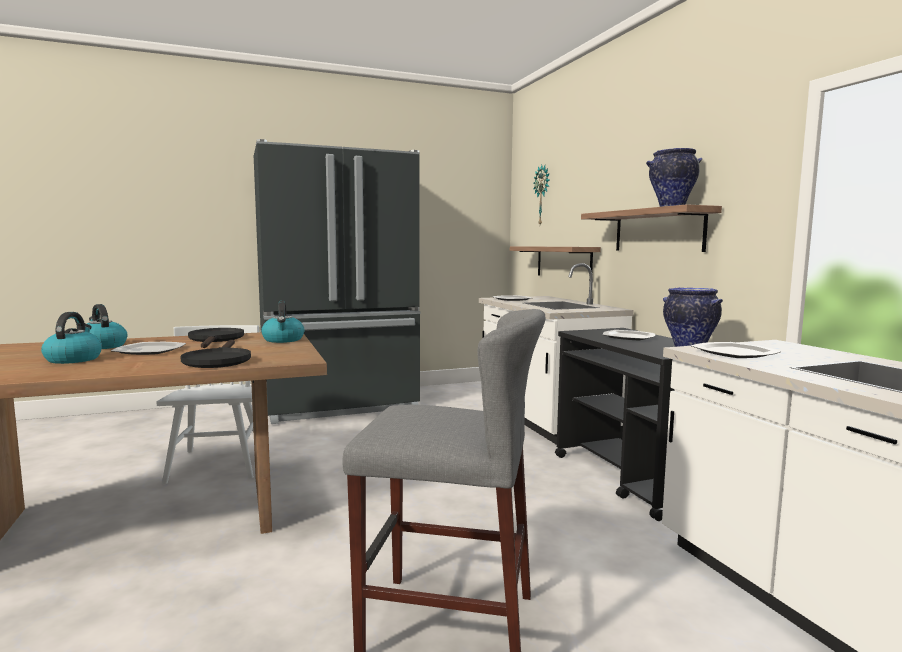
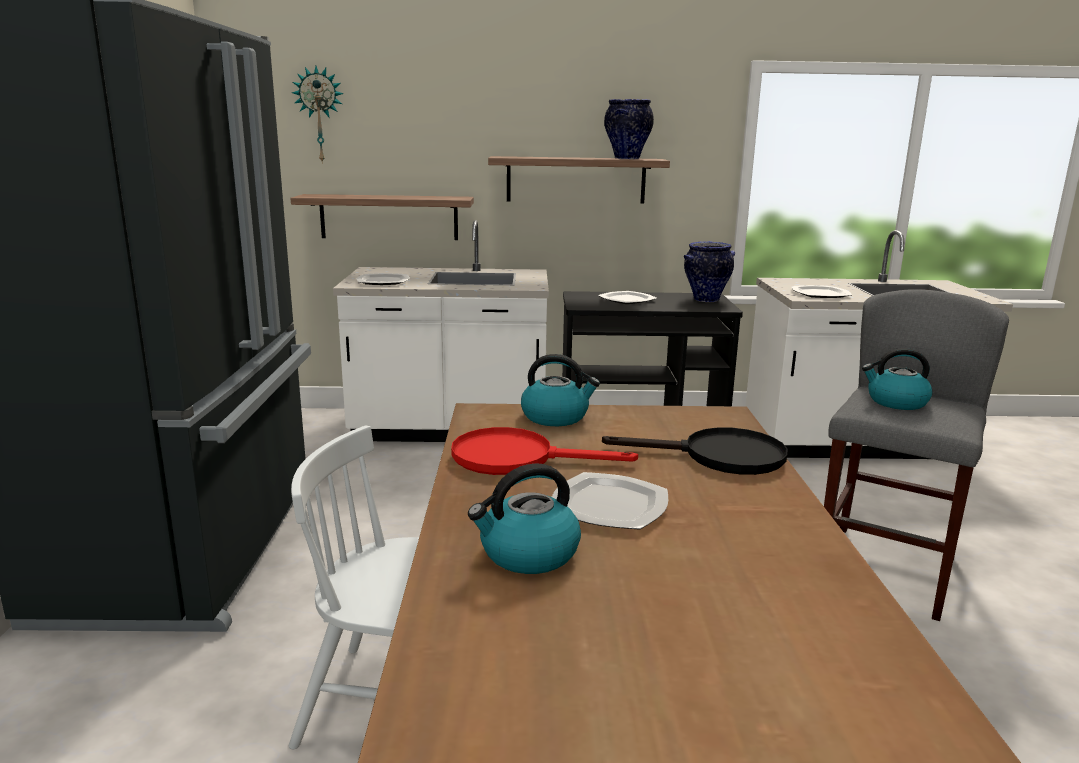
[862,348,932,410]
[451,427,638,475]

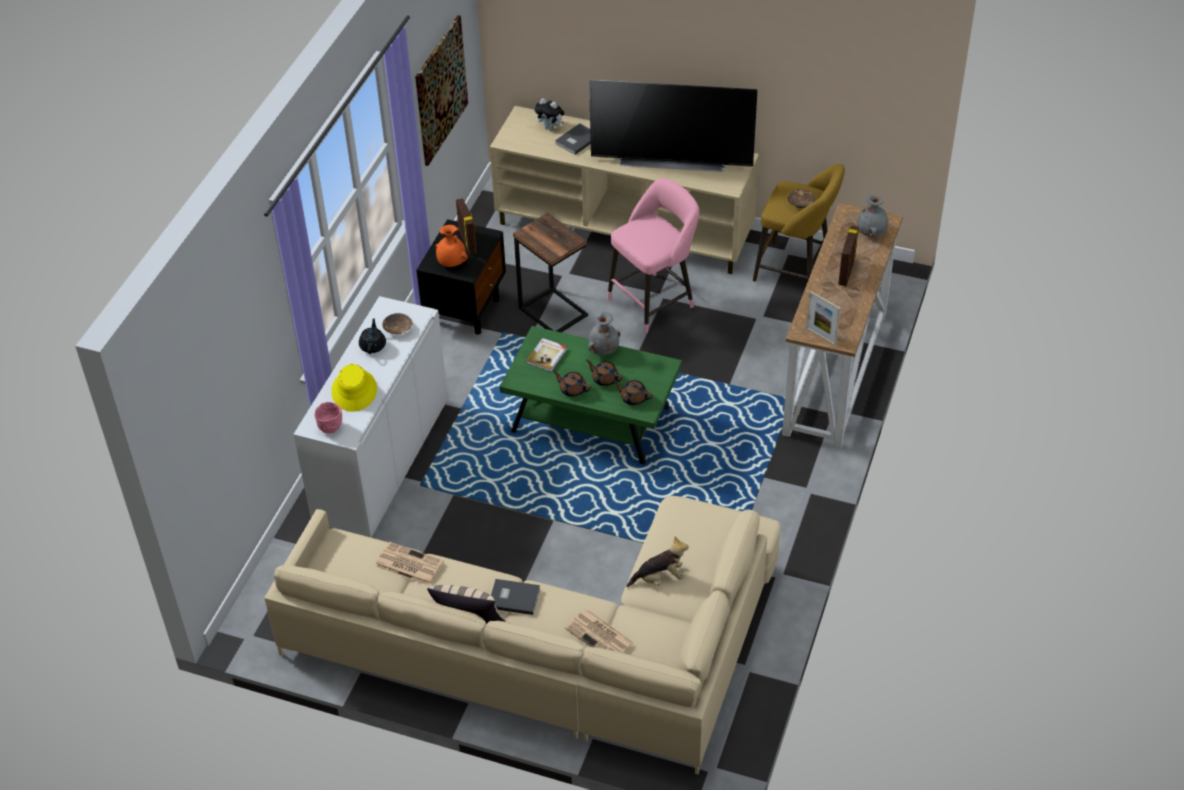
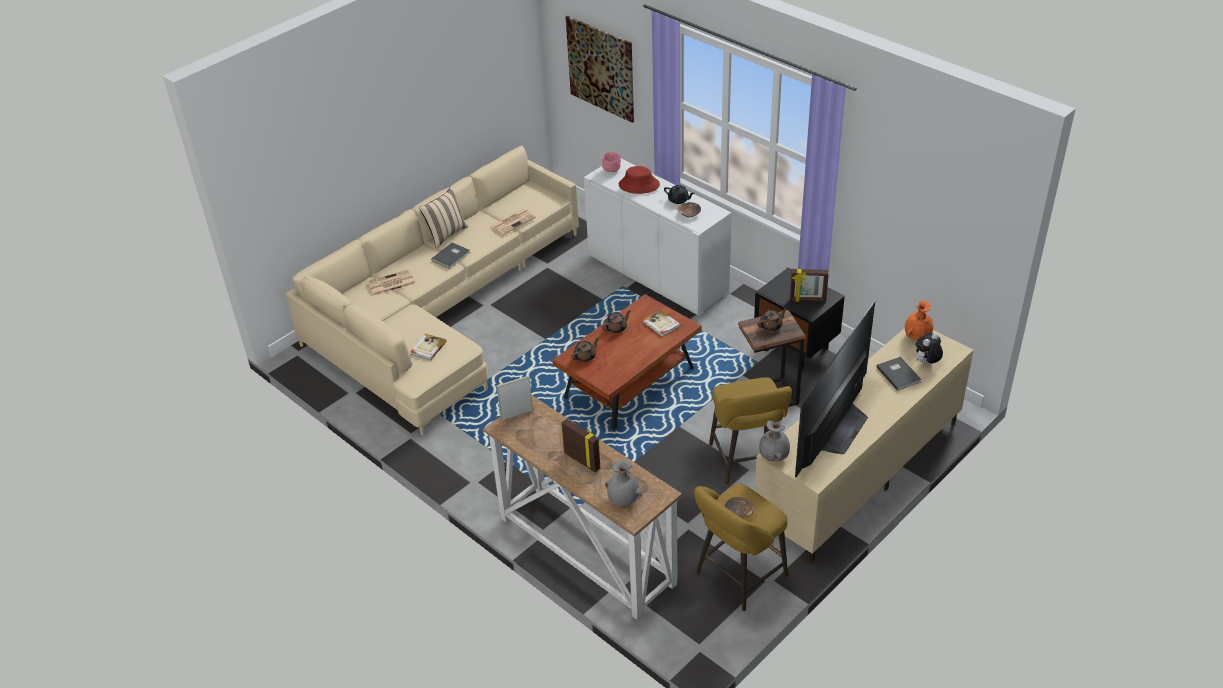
[619,166,660,194]
[566,16,634,123]
[905,301,933,340]
[552,294,702,430]
[757,307,787,331]
[759,420,790,462]
[709,377,792,485]
[626,536,689,587] (first image)
[410,333,447,360]

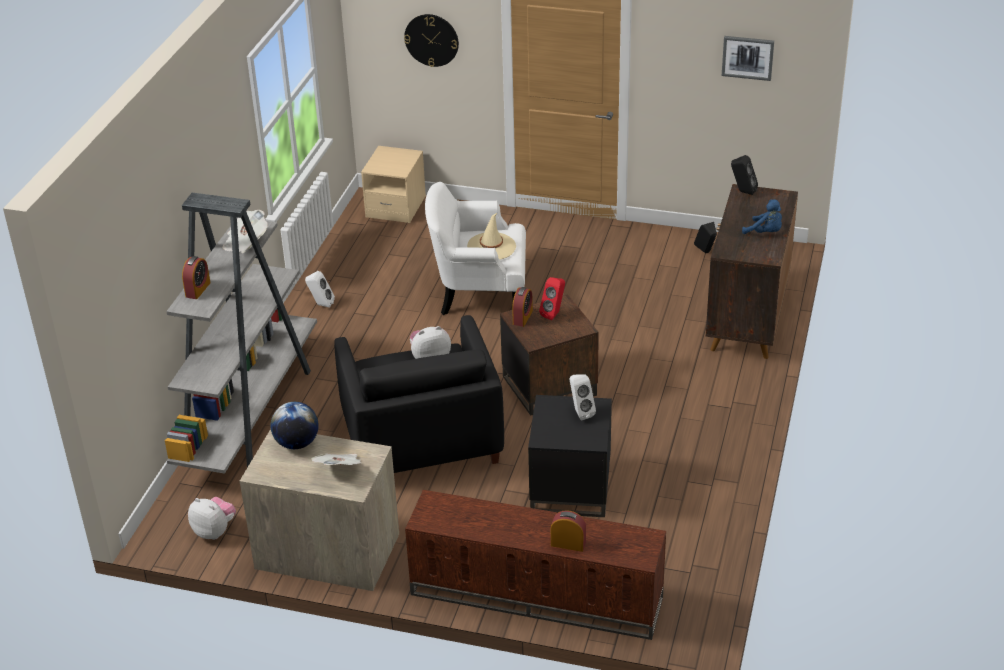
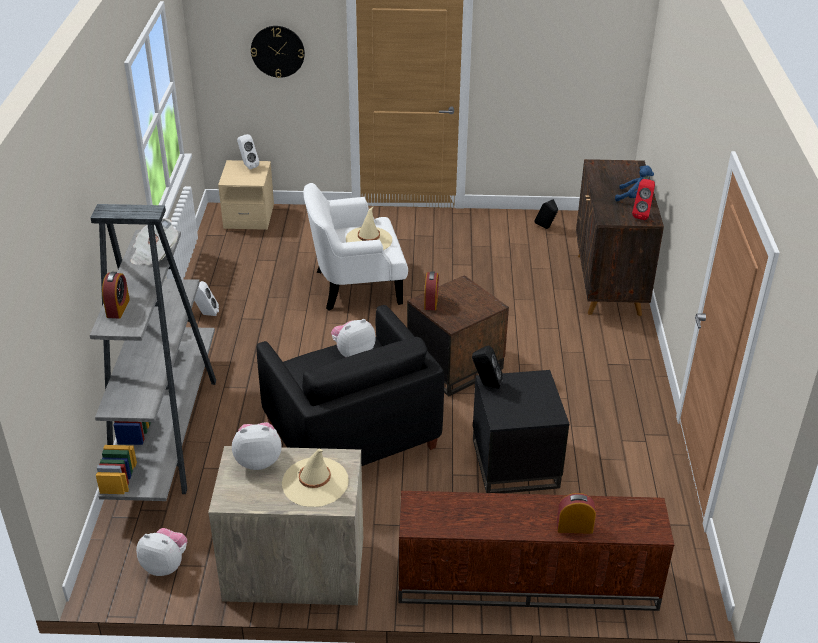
[232,422,282,470]
[282,449,348,507]
[632,179,655,220]
[237,134,259,169]
[722,36,774,81] (first image)
[472,345,503,389]

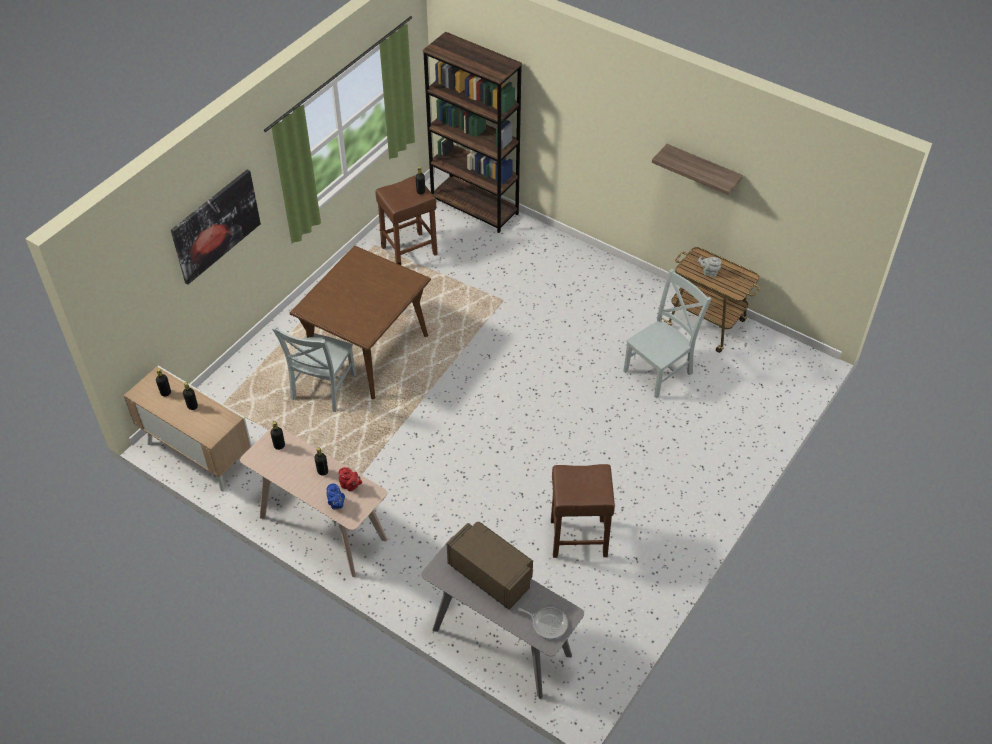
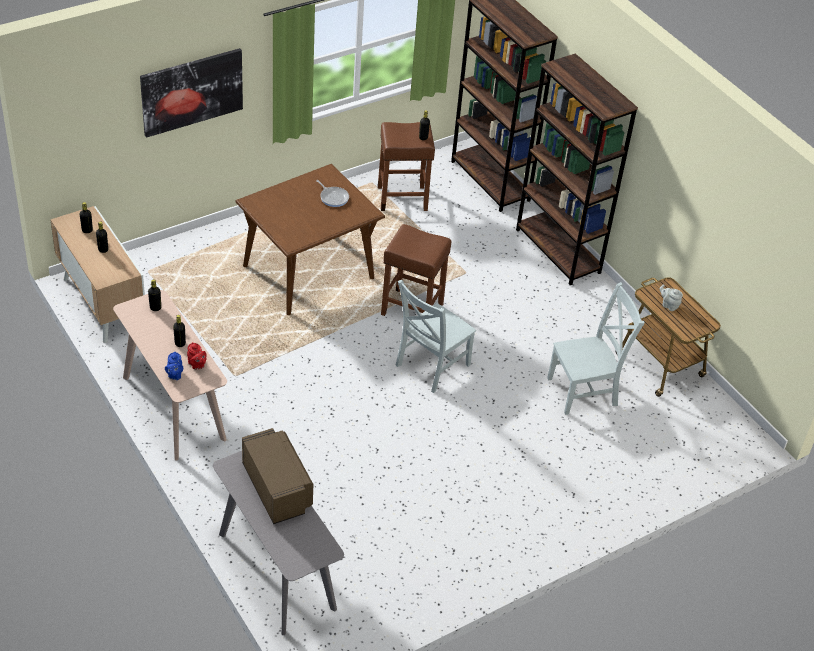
[396,280,476,393]
[316,180,349,207]
[381,224,451,316]
[652,144,743,195] (first image)
[516,53,638,285]

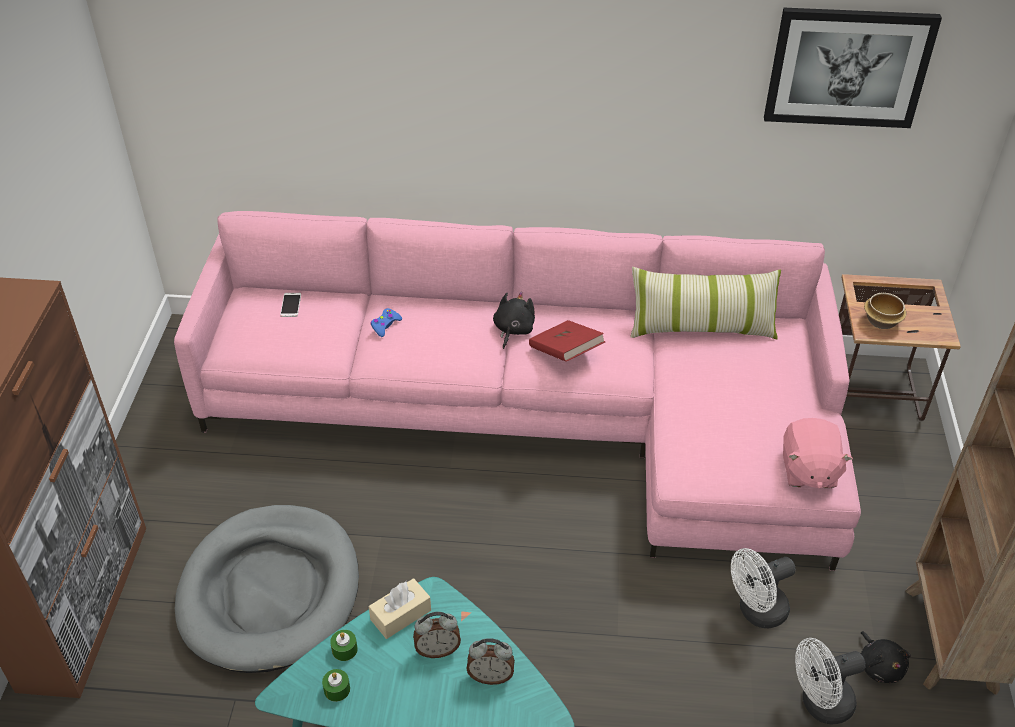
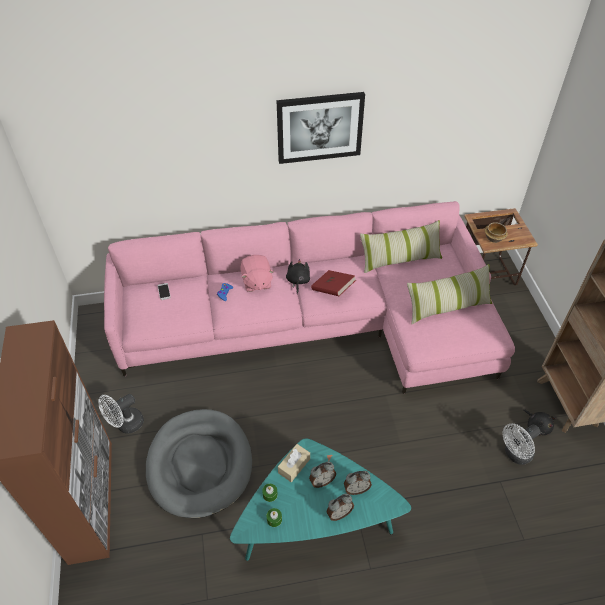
[98,394,144,434]
[277,92,365,164]
[240,255,274,292]
[326,493,354,521]
[407,264,492,324]

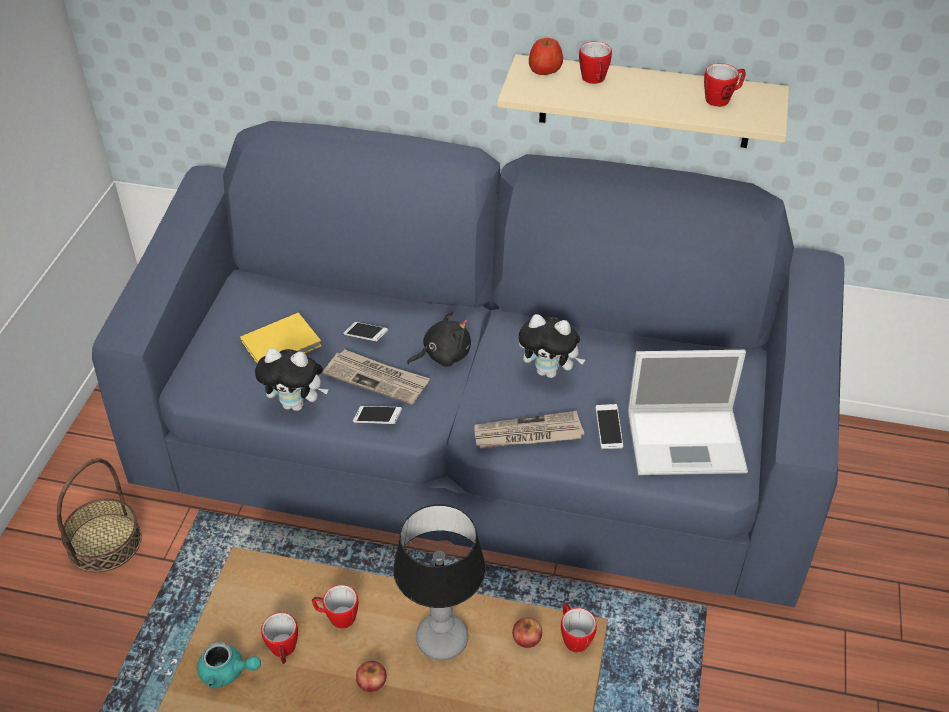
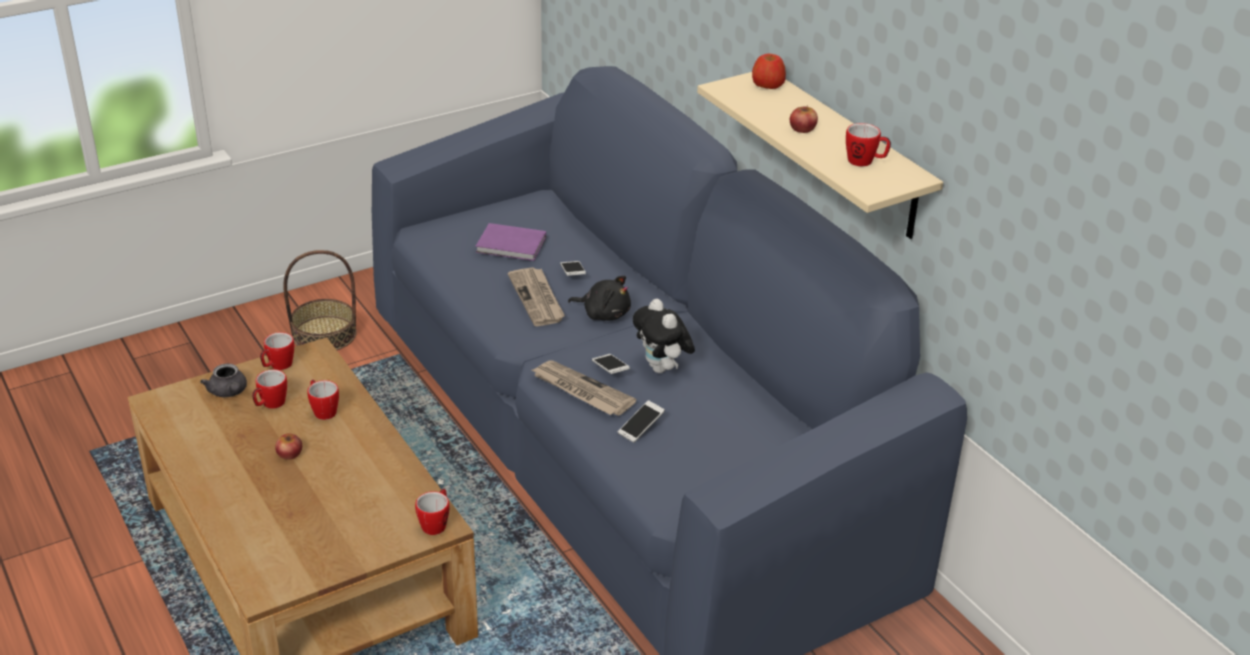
[200,363,247,397]
[476,223,546,261]
[255,348,328,411] (first image)
[592,354,630,374]
[393,504,486,660] (first image)
[790,105,818,133]
[260,332,294,370]
[628,350,748,475] (first image)

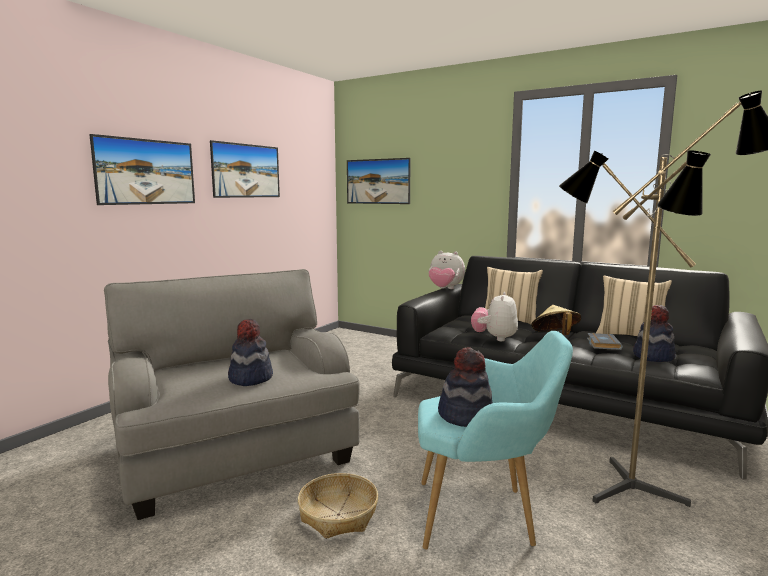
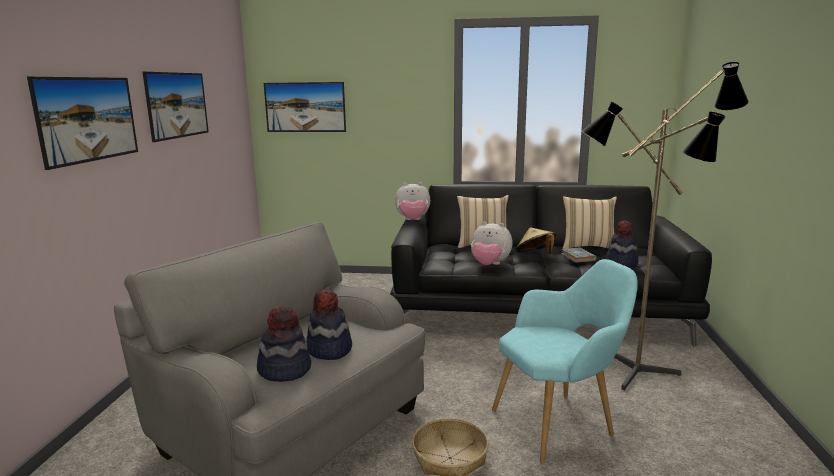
[257,305,311,382]
[471,221,513,265]

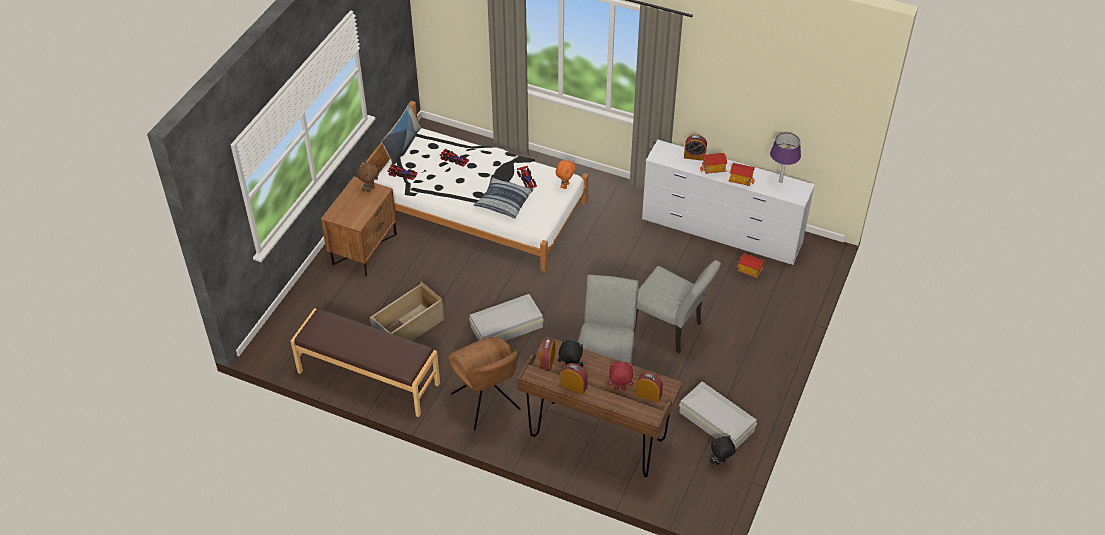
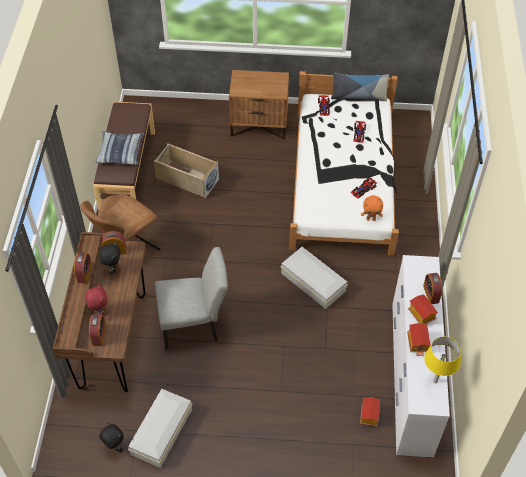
[357,163,379,192] (first image)
[281,247,348,309]
[95,131,144,165]
[634,260,721,353] (first image)
[424,337,461,383]

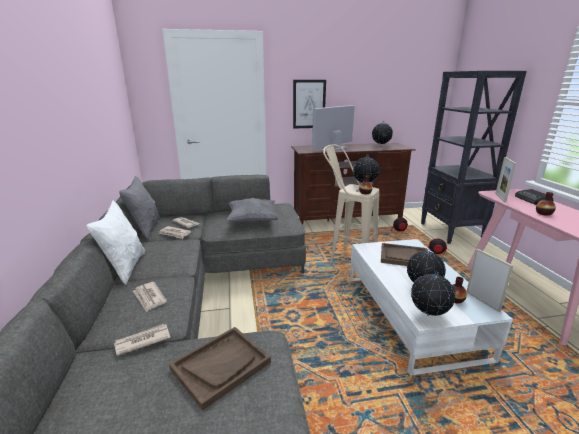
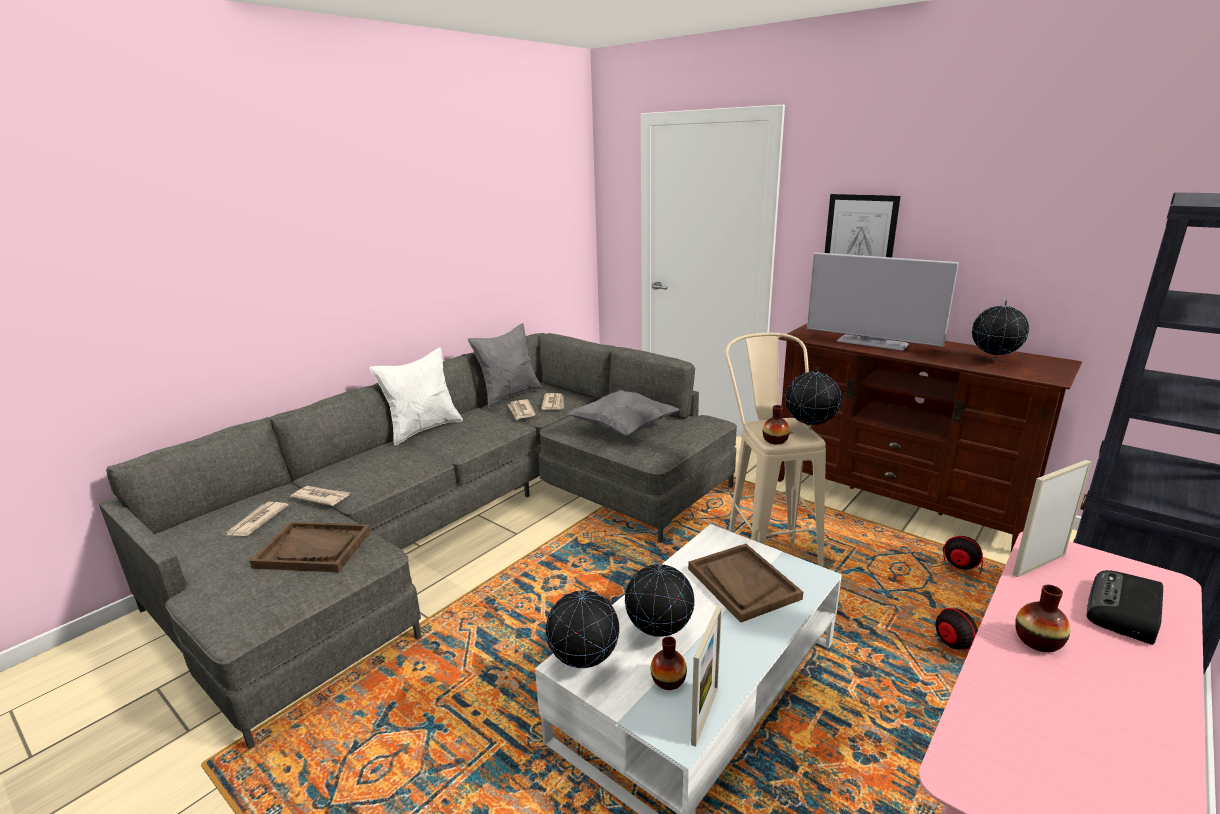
[226,502,288,536]
[807,252,959,351]

